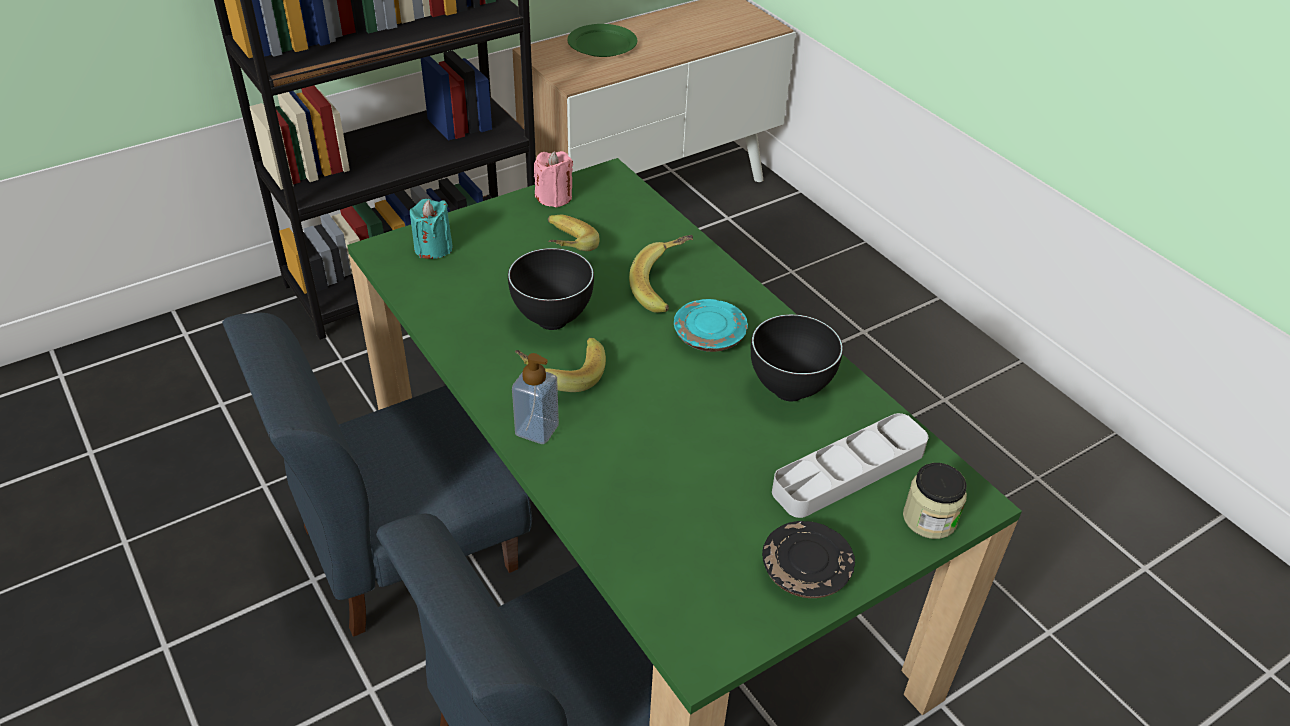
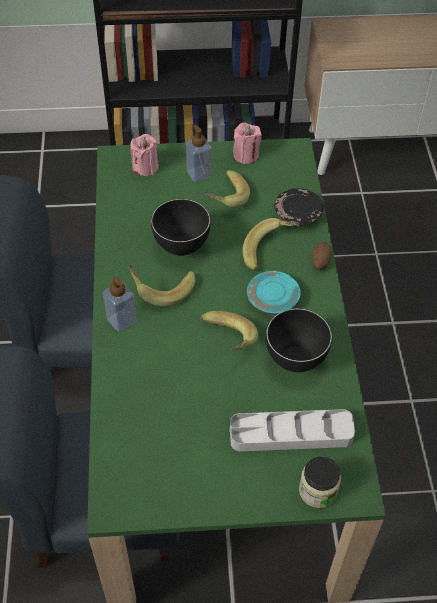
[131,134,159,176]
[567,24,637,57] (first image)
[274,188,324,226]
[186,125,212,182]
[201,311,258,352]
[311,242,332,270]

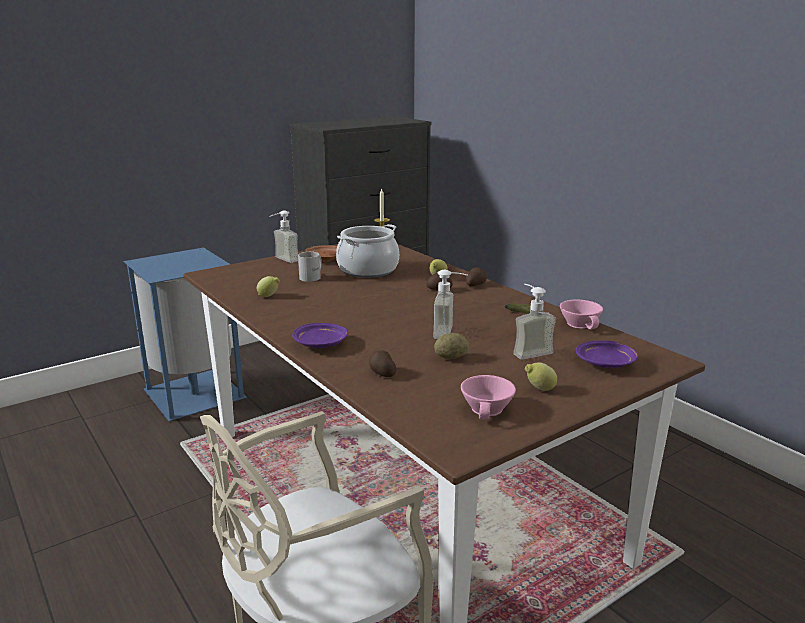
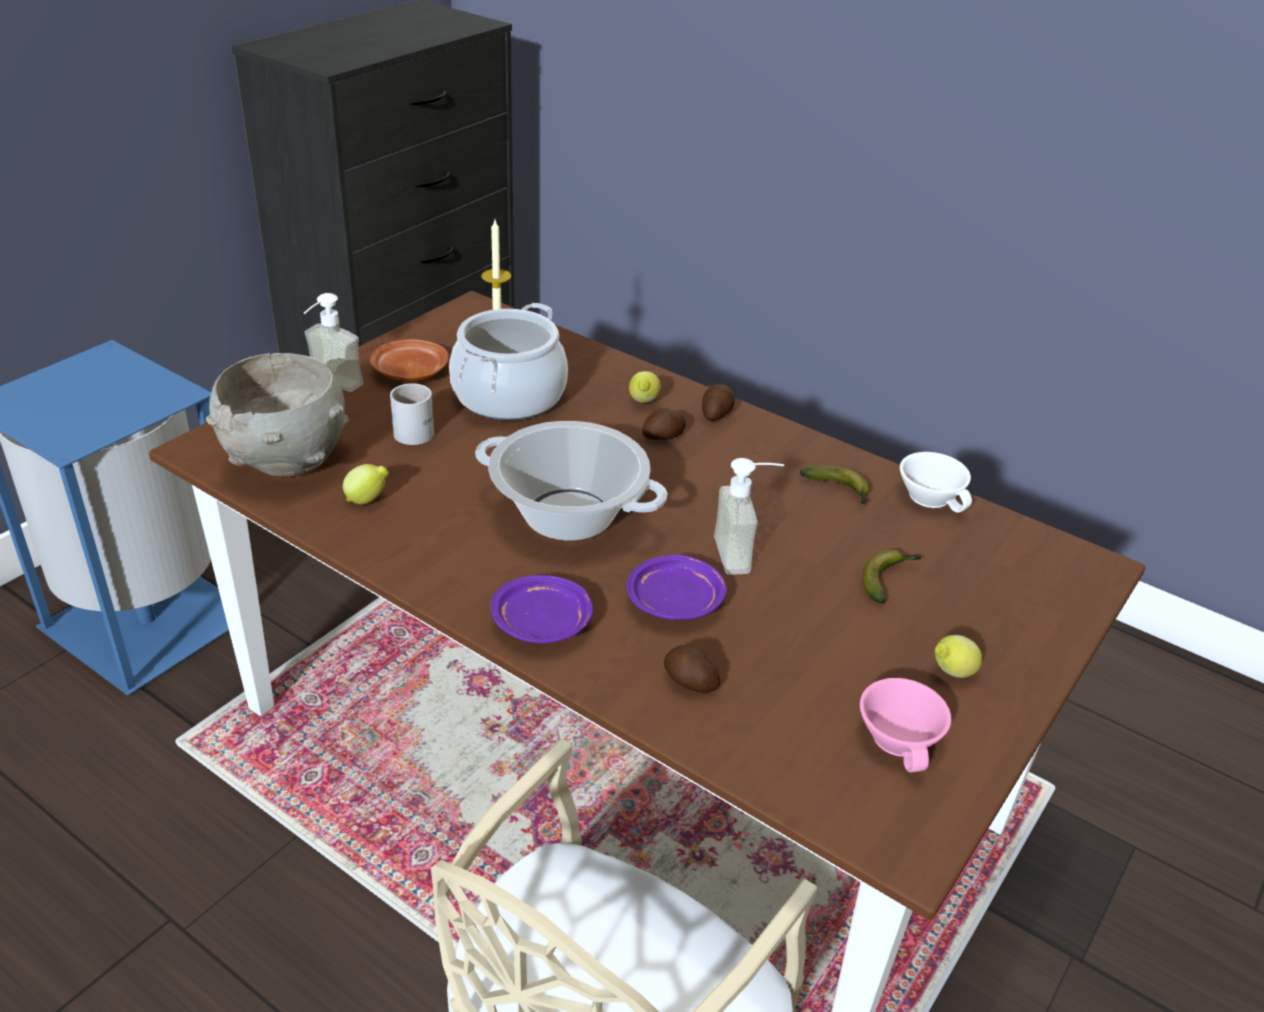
[434,333,469,359] (first image)
[862,549,921,604]
[900,452,972,513]
[626,555,727,620]
[206,353,349,477]
[475,421,667,540]

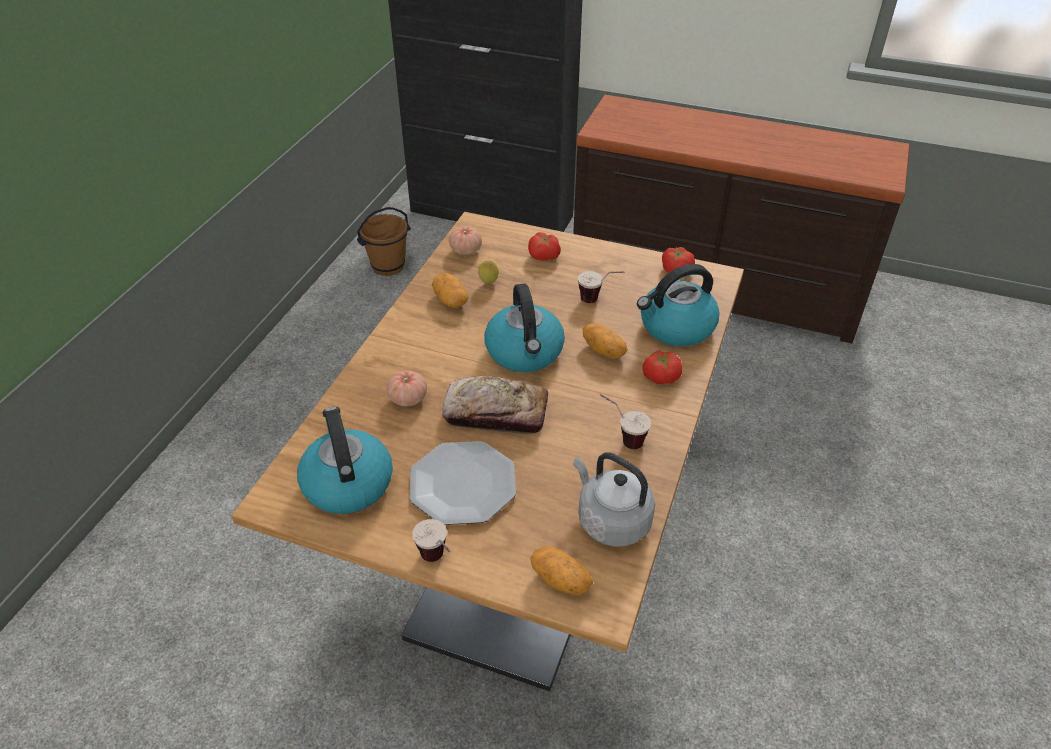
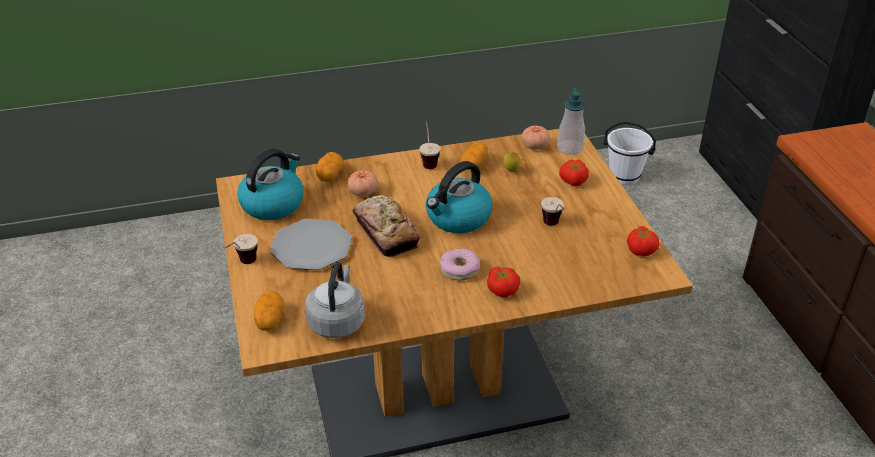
[603,122,656,185]
[316,152,343,182]
[419,121,441,169]
[637,264,720,346] (first image)
[440,248,480,281]
[557,88,585,155]

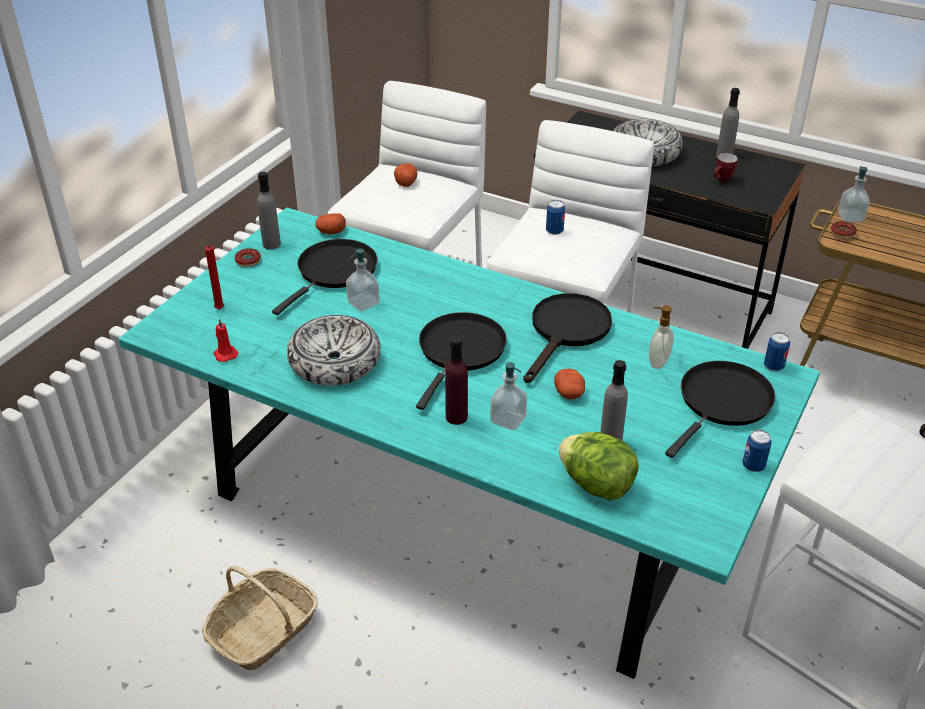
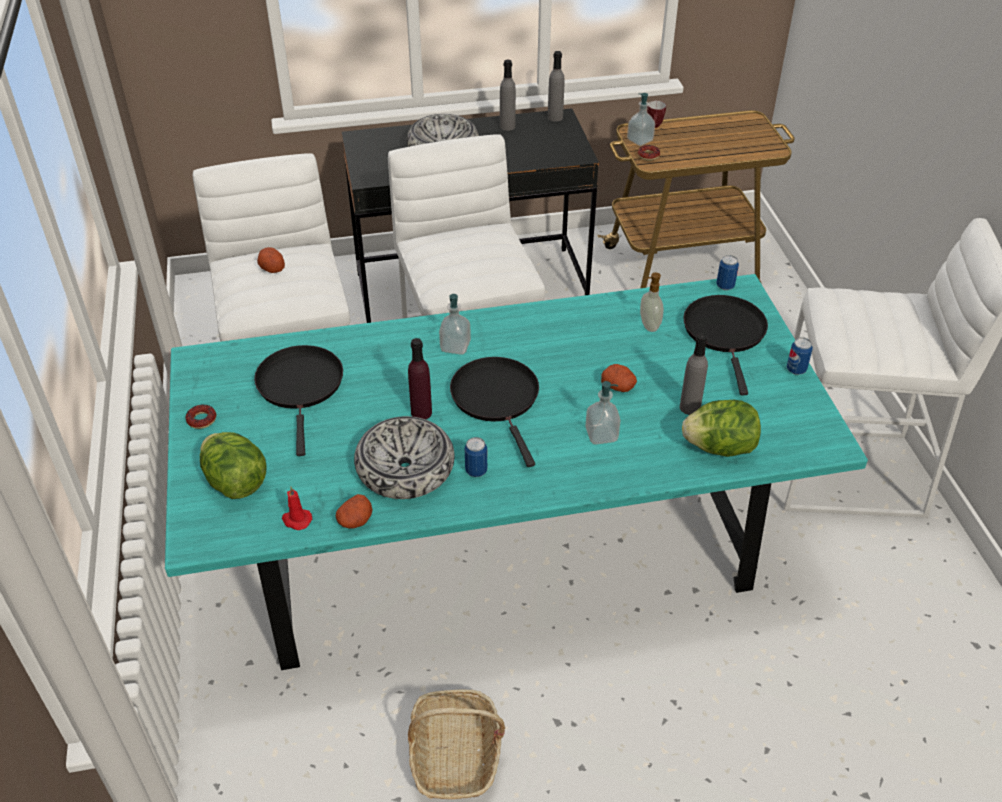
[200,432,266,499]
[548,51,565,122]
[336,494,372,529]
[439,294,471,355]
[408,338,432,419]
[523,293,612,383] (first image)
[465,437,487,477]
[647,101,666,128]

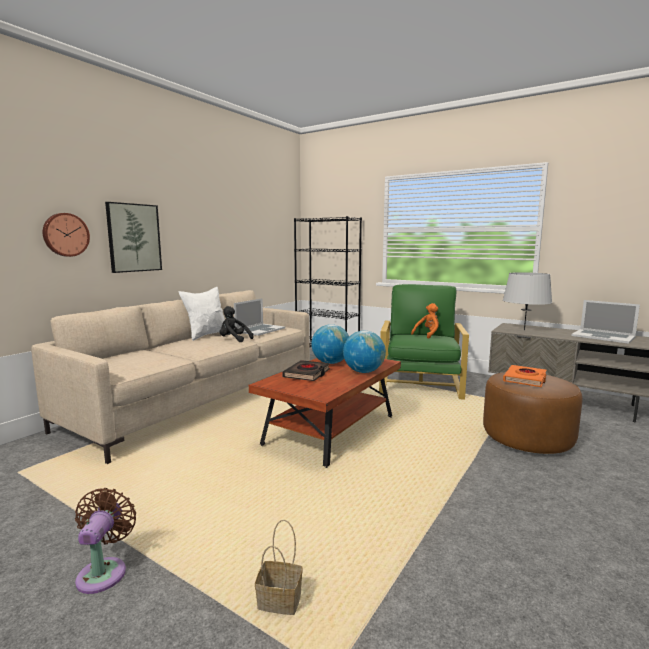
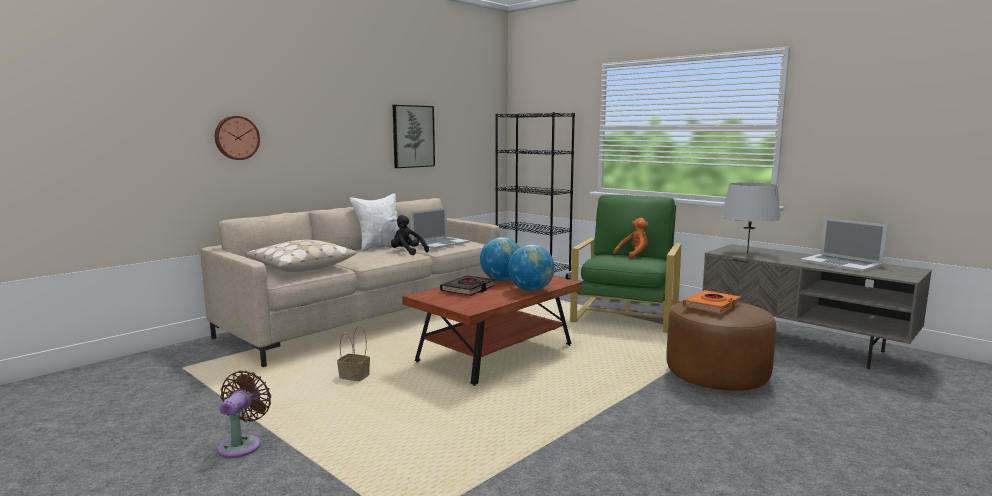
[393,105,435,168]
[337,326,370,381]
[245,240,357,272]

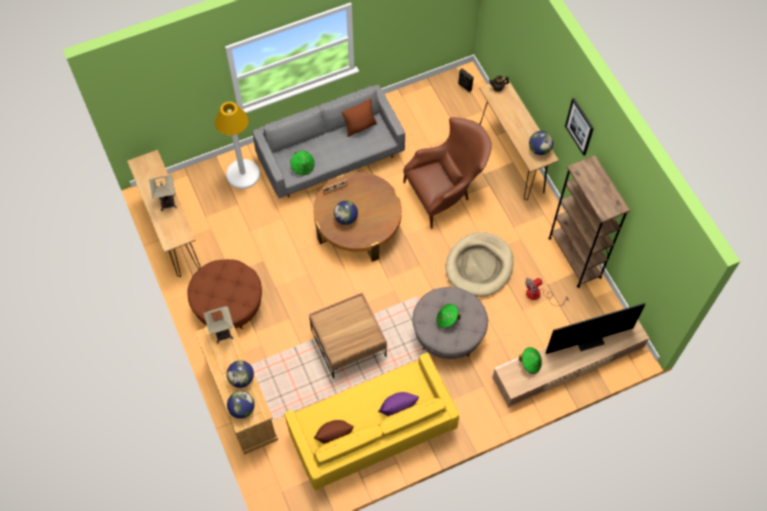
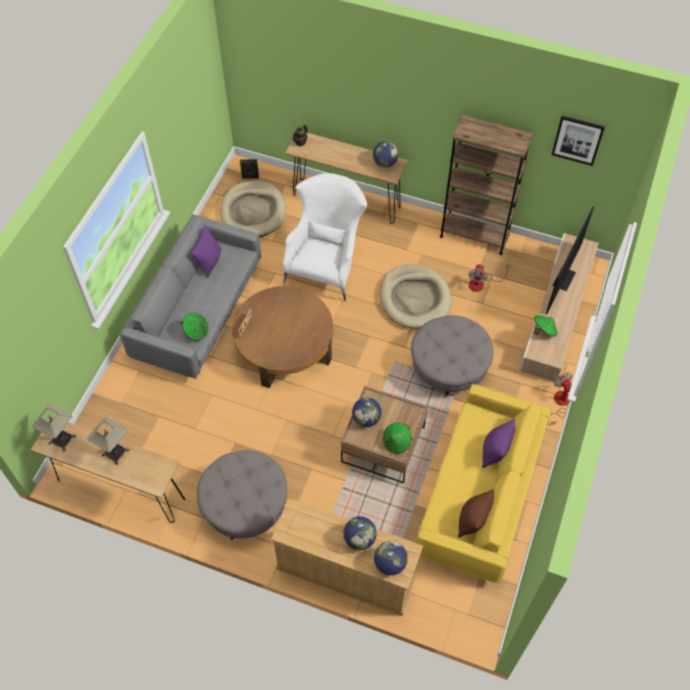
[197,450,287,540]
[32,404,76,452]
[215,102,260,189] (first image)
[352,398,382,427]
[192,225,221,278]
[283,173,367,302]
[383,422,411,454]
[552,116,605,166]
[220,181,287,237]
[548,373,572,426]

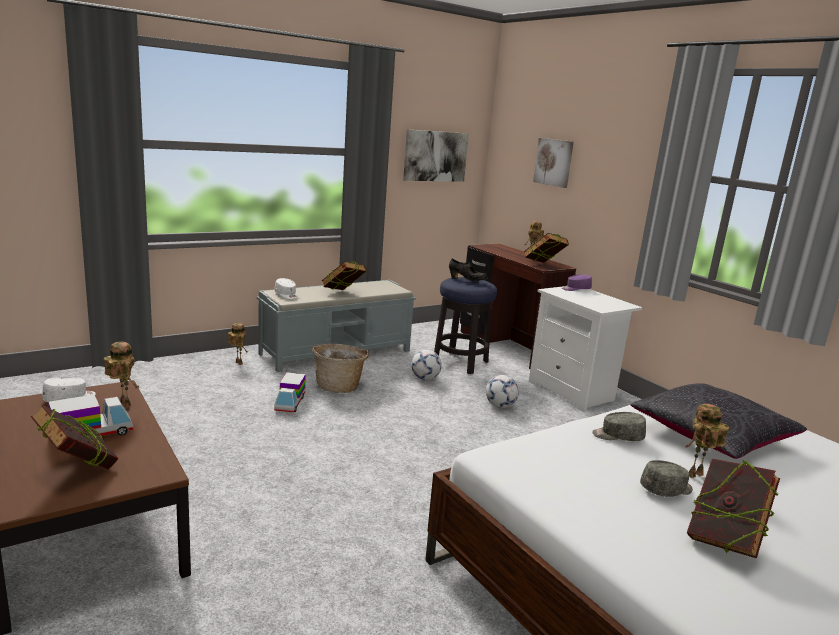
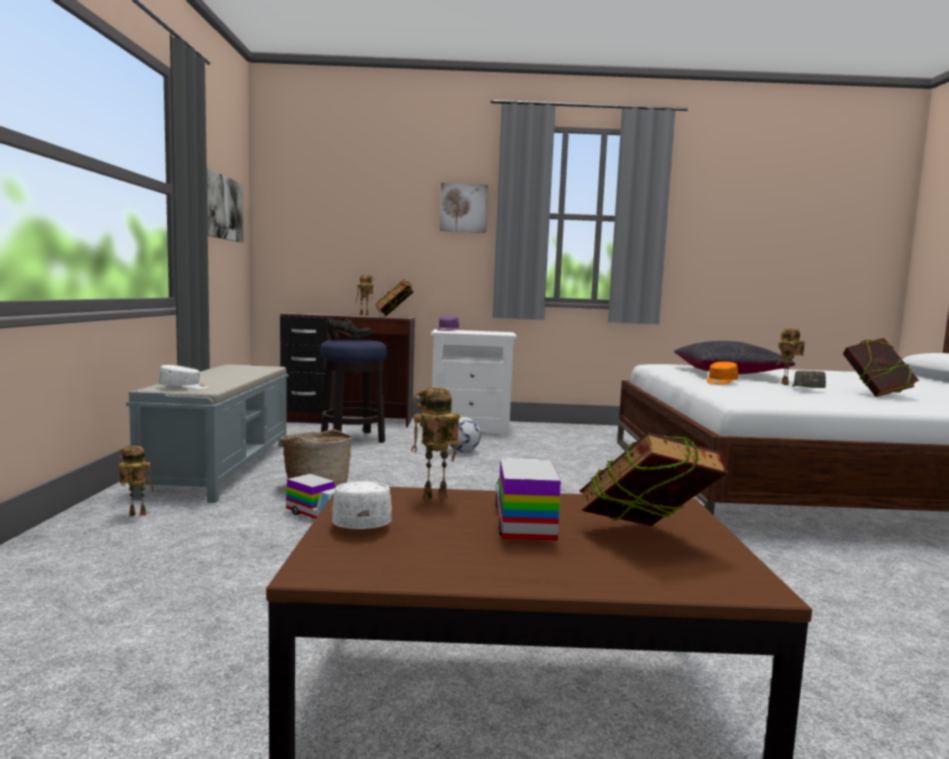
[322,261,366,290] (first image)
[411,350,442,380] (first image)
[440,183,488,233]
[707,362,738,384]

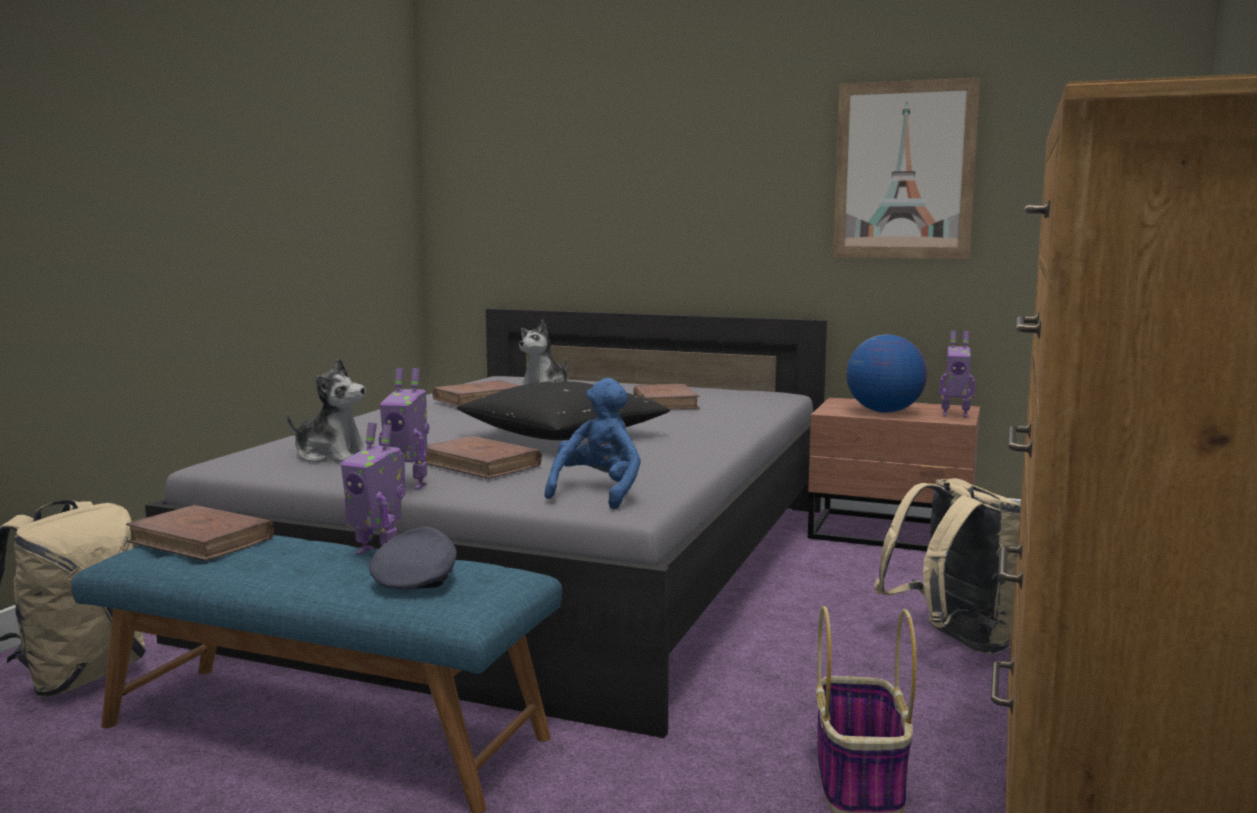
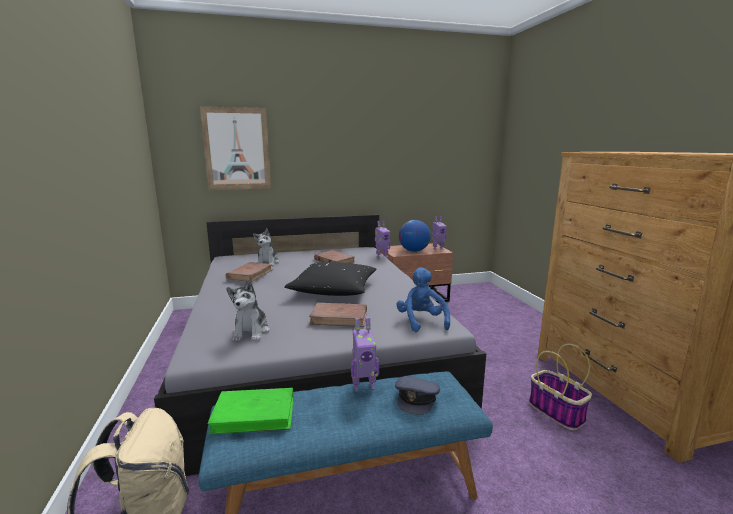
[207,388,293,434]
[226,280,270,341]
[395,376,440,415]
[375,220,390,258]
[200,107,271,190]
[874,478,1021,654] (first image)

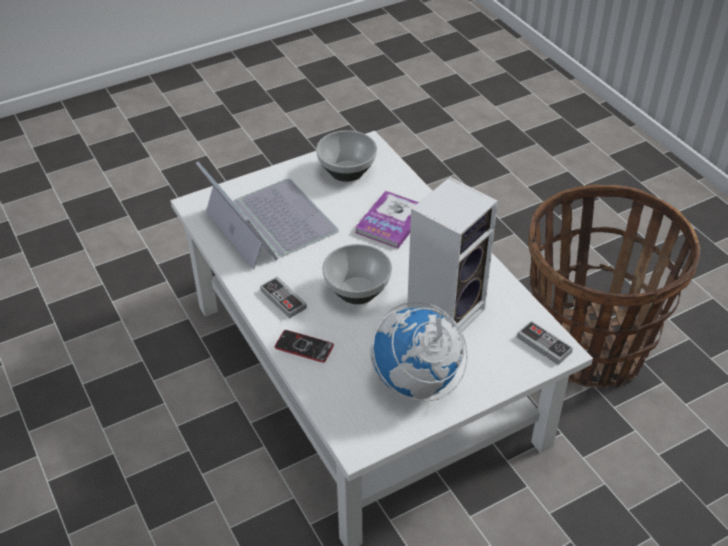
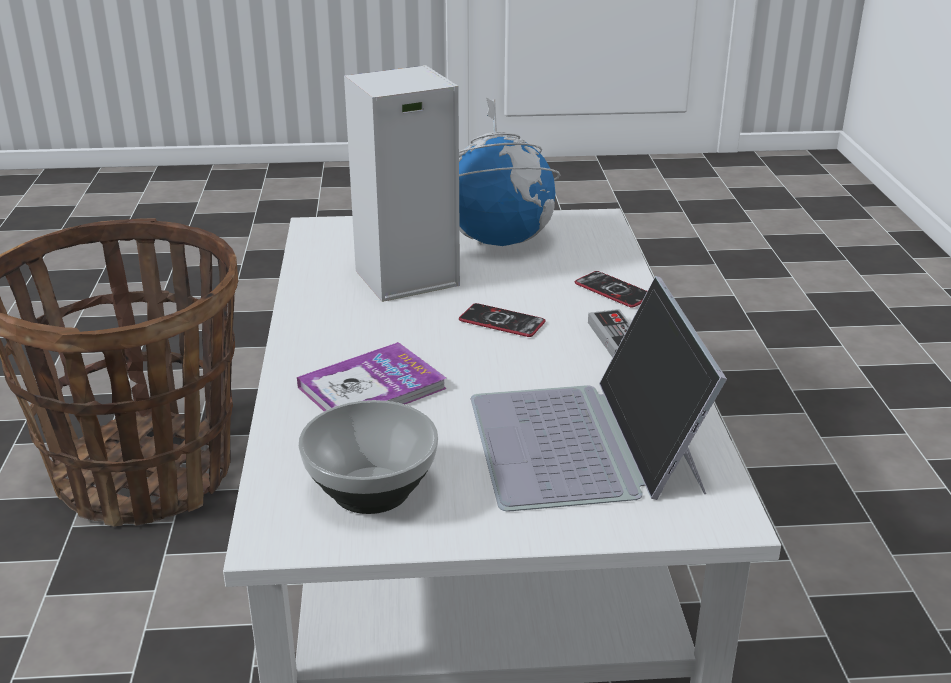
[459,303,546,337]
[517,321,573,365] (first image)

